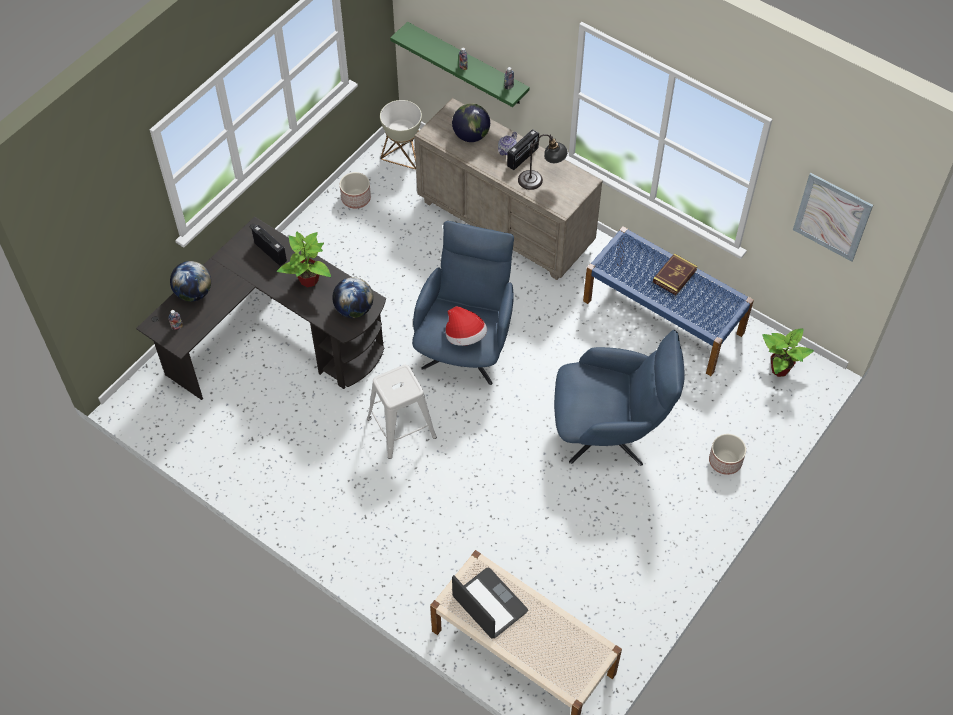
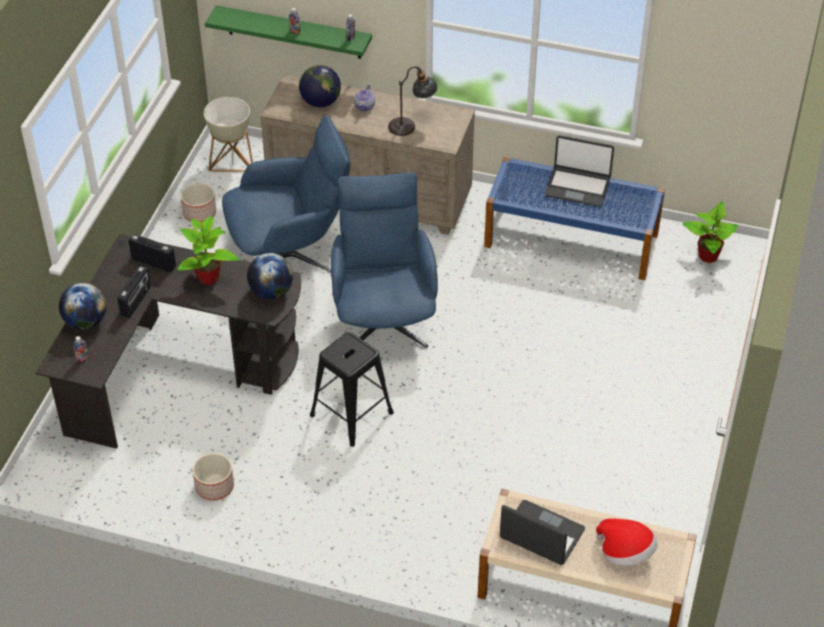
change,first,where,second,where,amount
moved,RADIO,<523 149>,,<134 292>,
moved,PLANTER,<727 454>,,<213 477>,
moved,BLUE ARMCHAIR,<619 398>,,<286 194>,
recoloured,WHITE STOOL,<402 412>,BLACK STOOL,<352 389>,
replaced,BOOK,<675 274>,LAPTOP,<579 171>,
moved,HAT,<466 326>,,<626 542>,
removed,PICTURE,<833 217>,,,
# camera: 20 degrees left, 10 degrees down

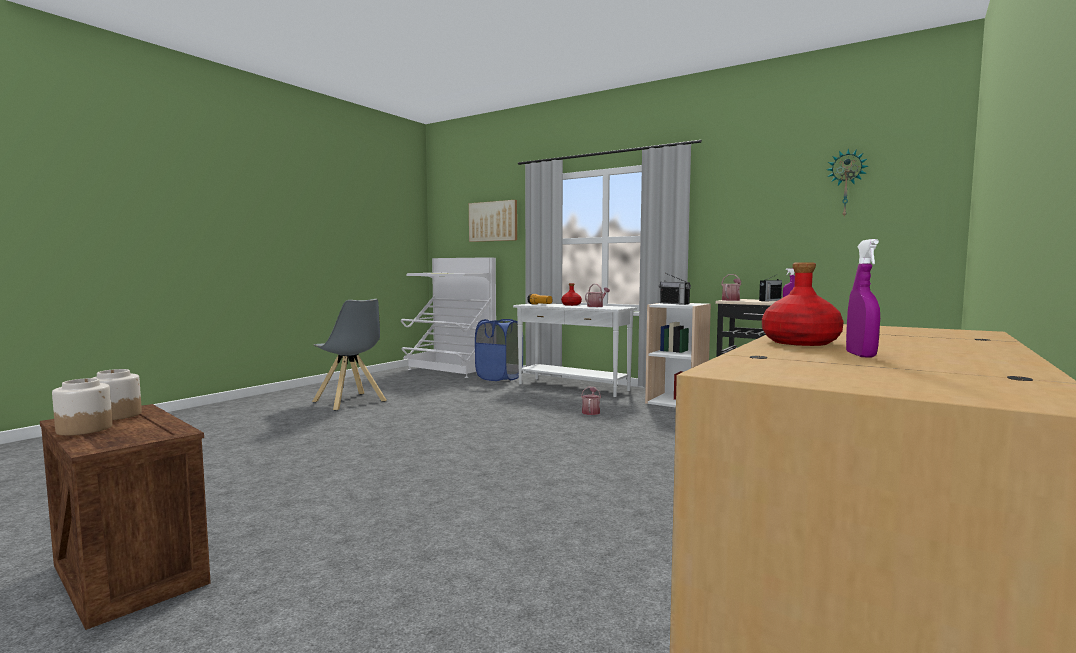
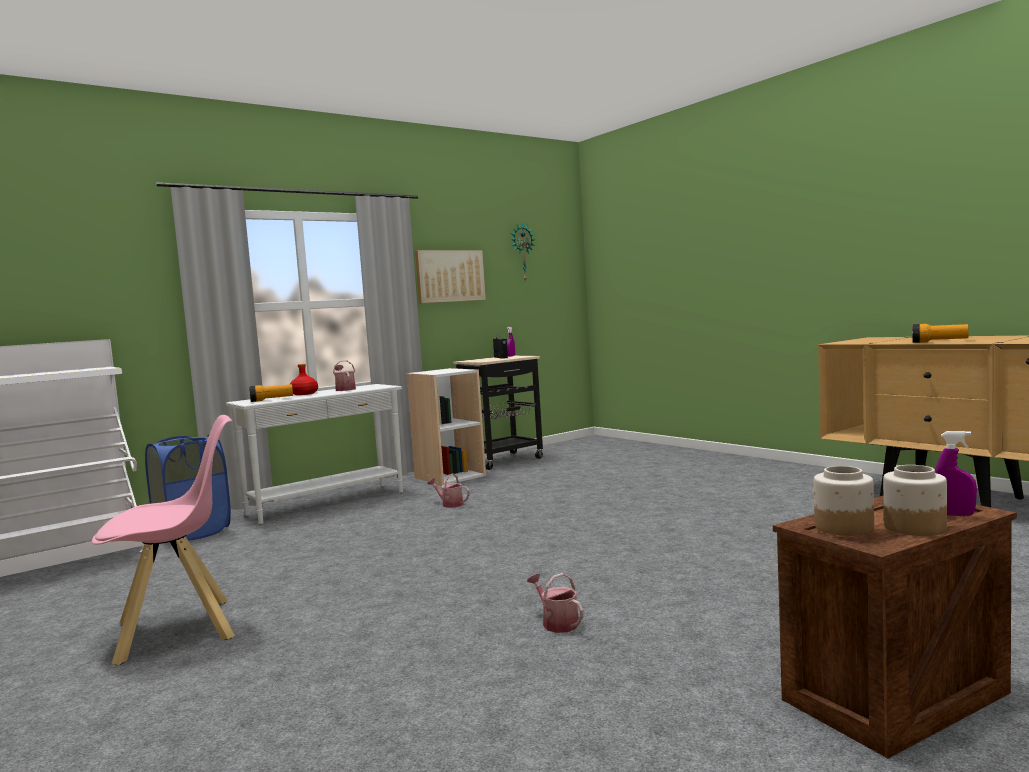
change,first,where,second,where,amount
recoloured,GREY CHAIR,<349 354>,PINK CHAIR,<163 540>,
moved,PICTURE,<493 221>,,<450 277>,
moved,WATERING CAN,<731 287>,,<555 603>,
replaced,RED BOTTLE,<803 304>,FLASHLIGHT,<940 333>,
moved,PURPLE SPRAY BOTTLE,<863 298>,,<956 473>,
removed,RADIO,<675 289>,,,
# camera: 70 degrees left, 0 degrees up

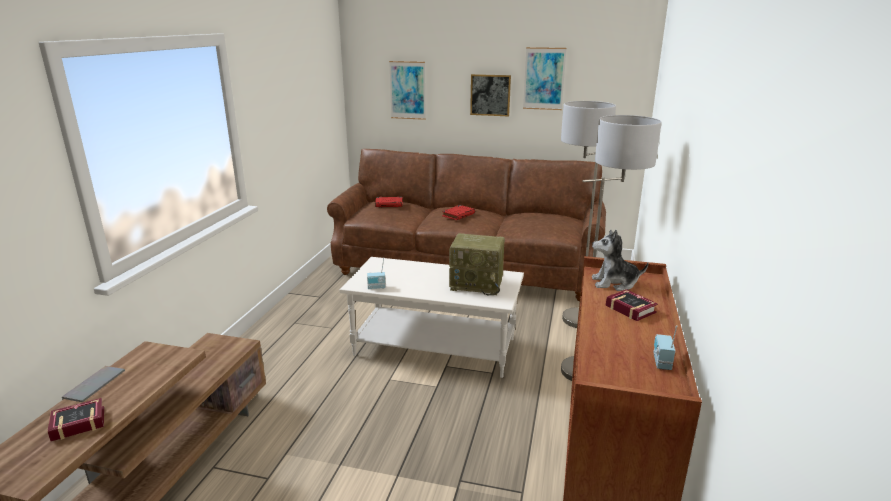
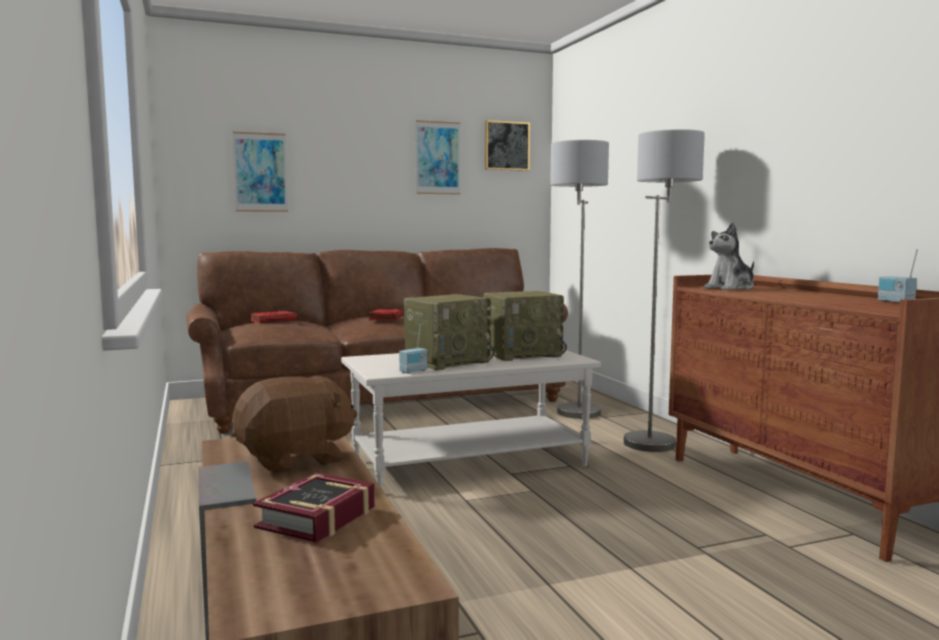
change,first,where,second,where,amount
added,,,BROWN PLUSH TOY,<295 425>,
added,,,RADIO,<449 332>,
moved,PICTURE,<490 95>,,<507 145>,
removed,BOOK,<632 305>,,,
# camera: 35 degrees left, 15 degrees down

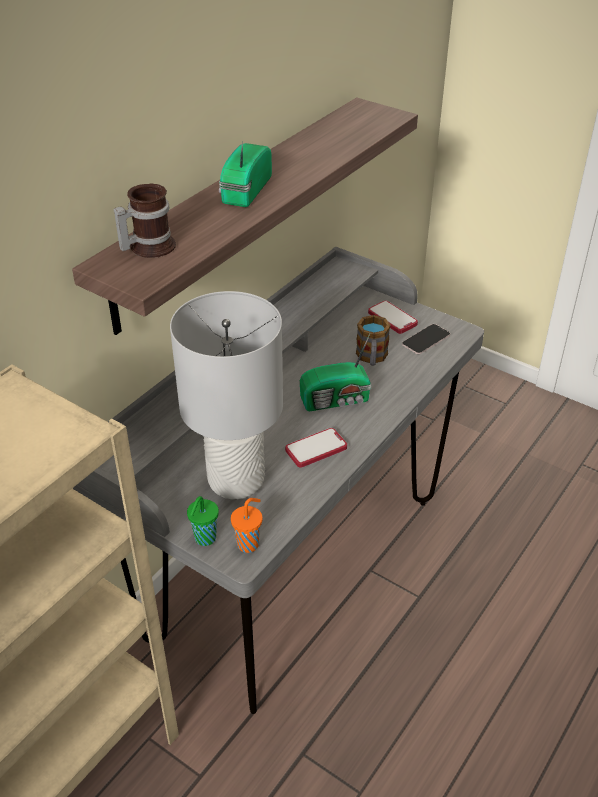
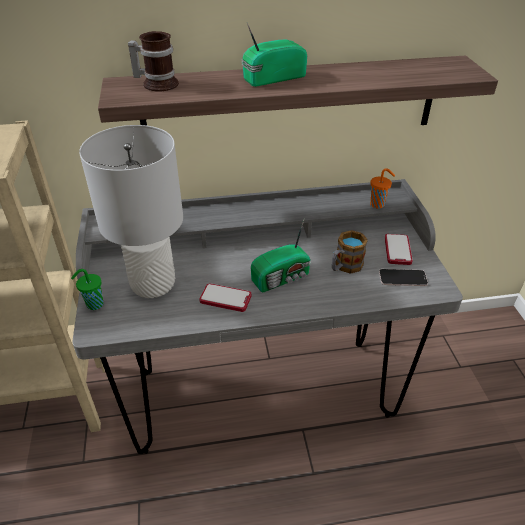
change,first,where,second,where,amount
turned,RADIO,<335 372>,,<281 254>,60 degrees counterclockwise
moved,ORANGE CUP,<246 525>,,<382 188>,
# camera: 45 degrees right, 0 degrees up

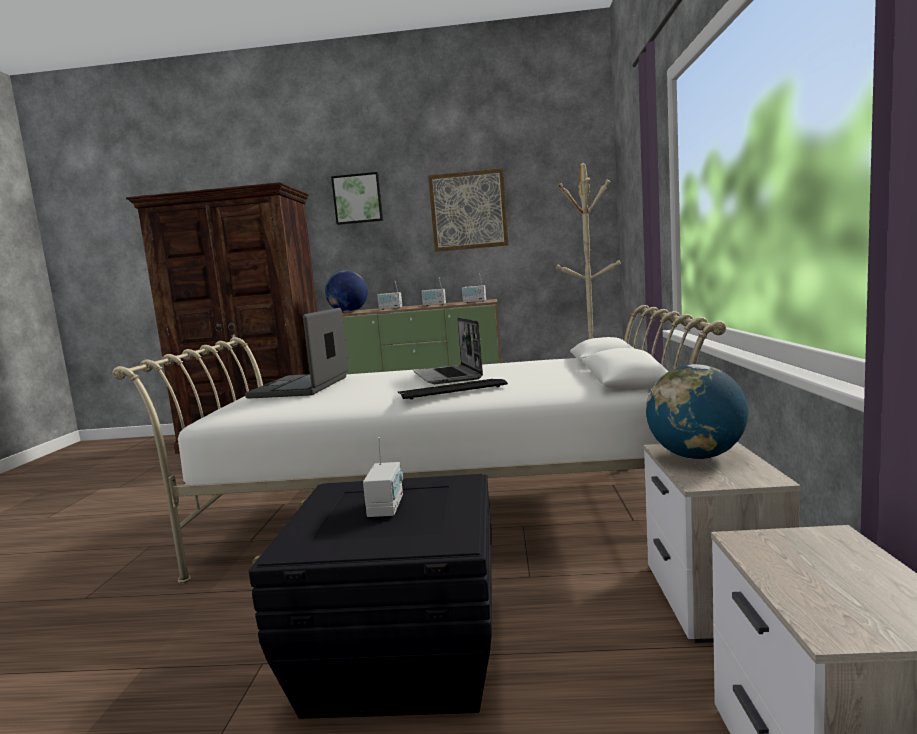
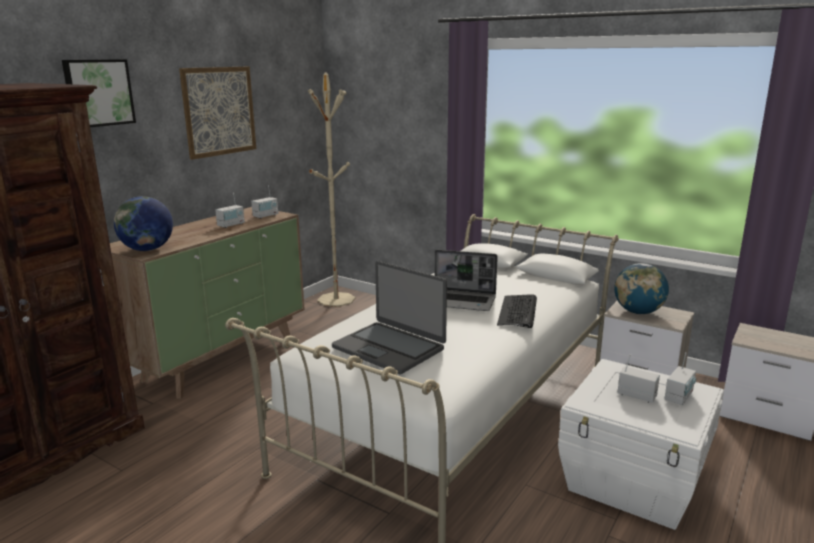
change,first,where,second,where,amount
recoloured,BLACK STORAGE BOX,<370 596>,WHITE STORAGE BOX,<641 444>,
moved,RADIO,<389 296>,,<680 378>,
# camera: 60 degrees left, 10 degrees up

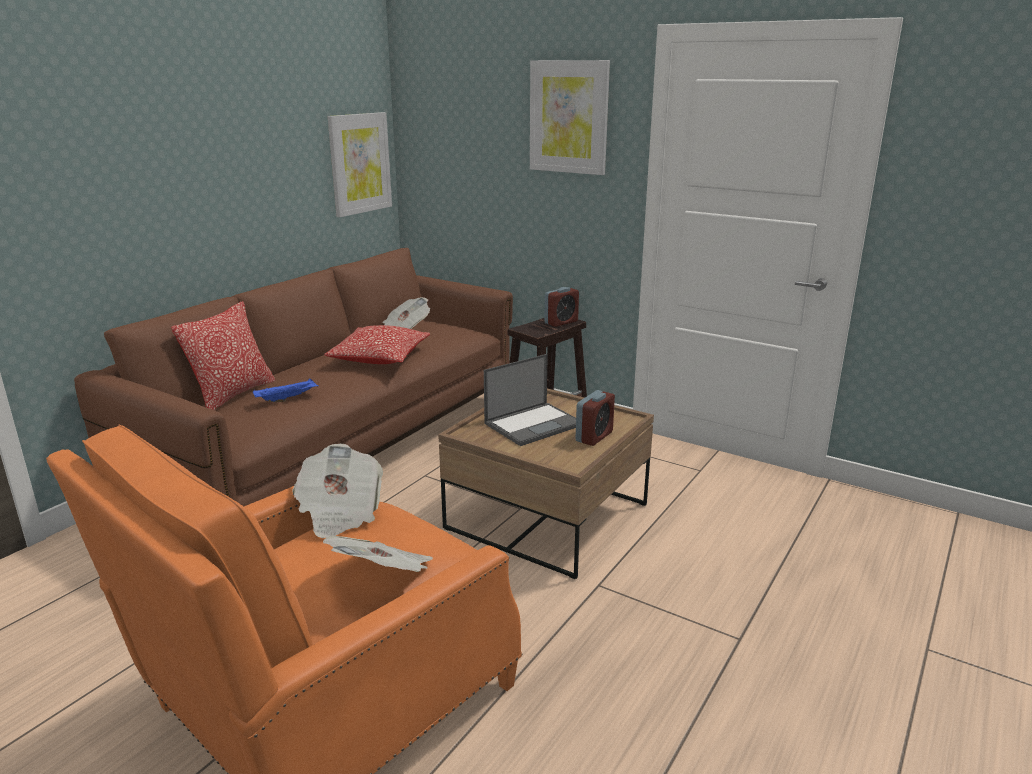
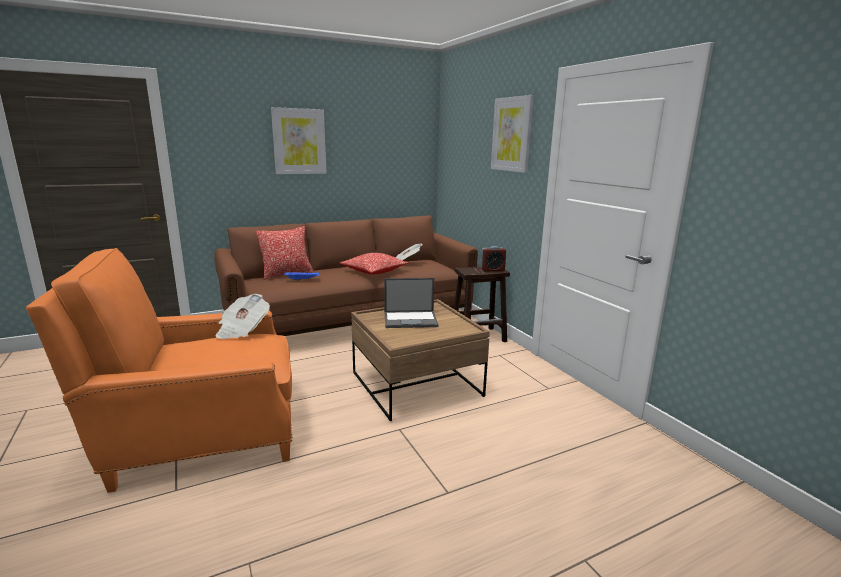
change,first,where,second,where,amount
moved,PICTURE,<360 164>,,<298 140>,
removed,NEWSPAPER,<378 554>,,,
removed,ALARM CLOCK,<595 418>,,,
# camera: 30 degrees right, 5 degrees down

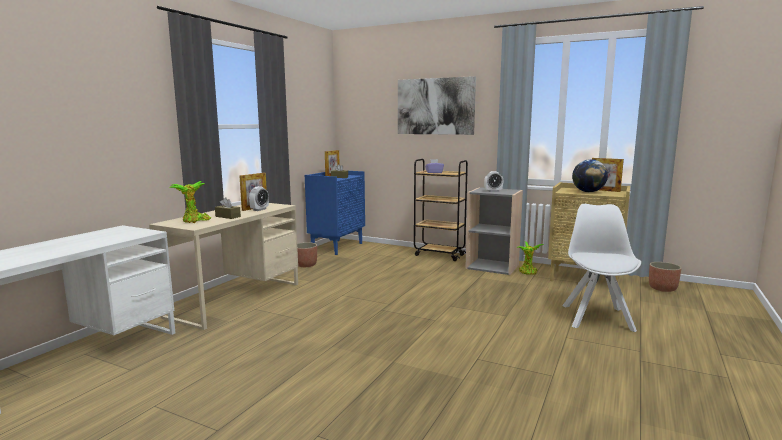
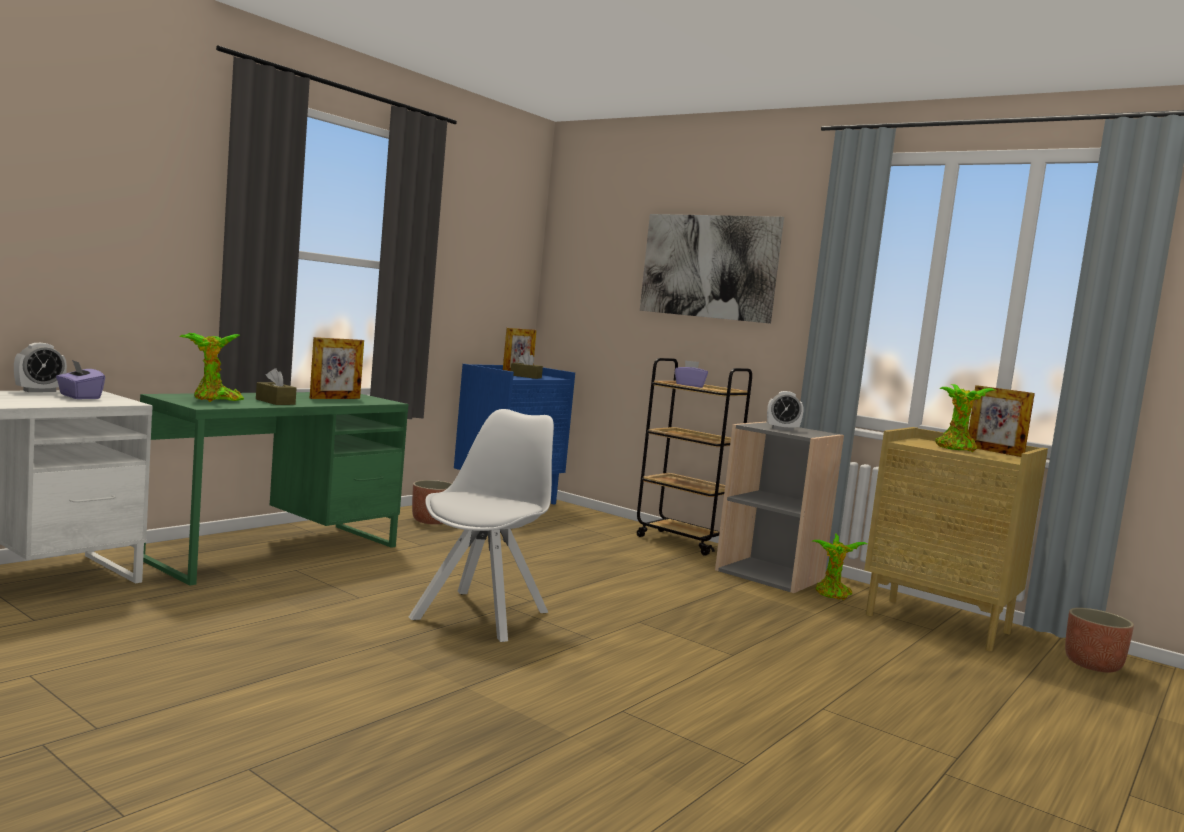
change,first,where,second,where,amount
moved,ALARM CLOCK,<259 198>,,<40 367>,
added,,,PURPLE TISSUE BOX,<80 379>,
recoloured,BEIGE DESK,<223 266>,GREEN DESK,<274 489>,
moved,WHITE CHAIR,<601 268>,,<481 525>,
replaced,GLOBE,<590 175>,POTTED PLANT,<965 418>,
# camera: 10 degrees right, 5 degrees down

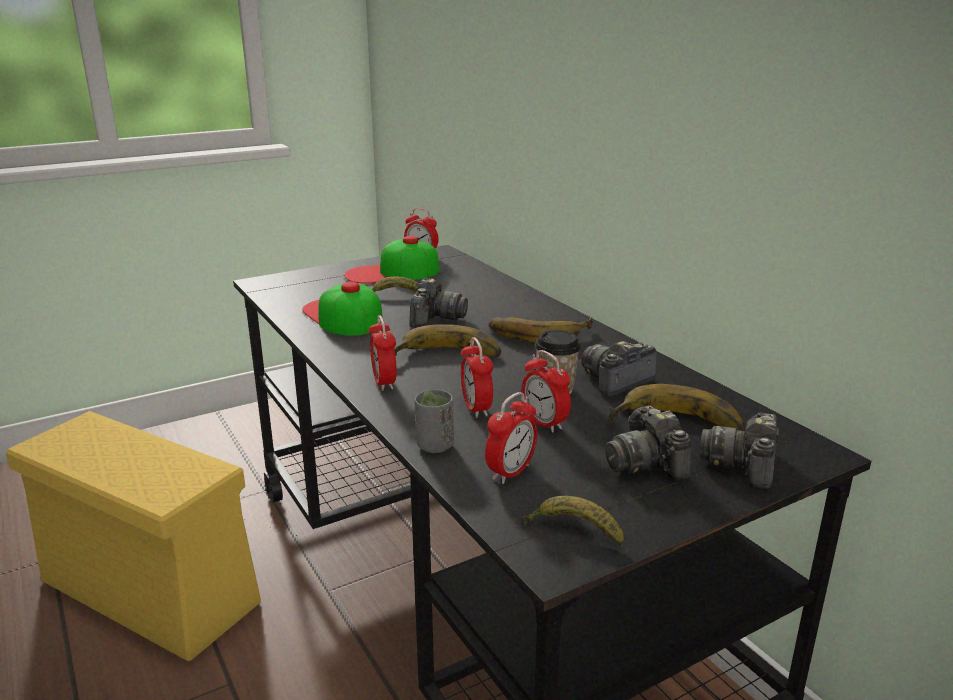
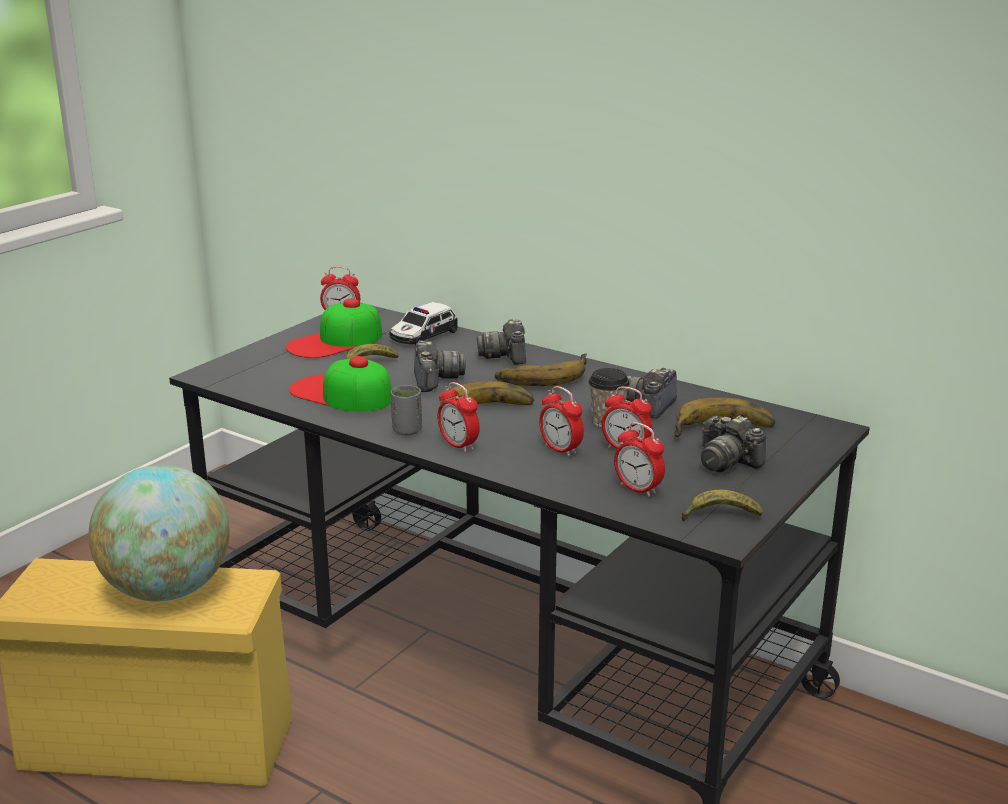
change,first,where,second,where,amount
added,,,GLOBE,<159 533>,
added,,,TOY CAR,<423 323>,
moved,GREY CUP,<434 421>,,<406 410>,
moved,PHOTO CAMERA,<739 450>,,<501 342>,
turned,ALARM CLOCK,<511 438>,,<639 459>,120 degrees clockwise
# camera: 25 degrees left, 0 degrees up

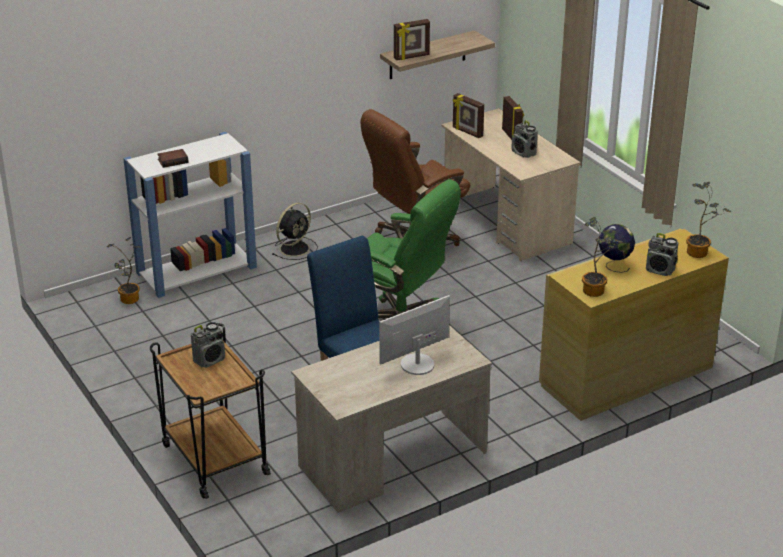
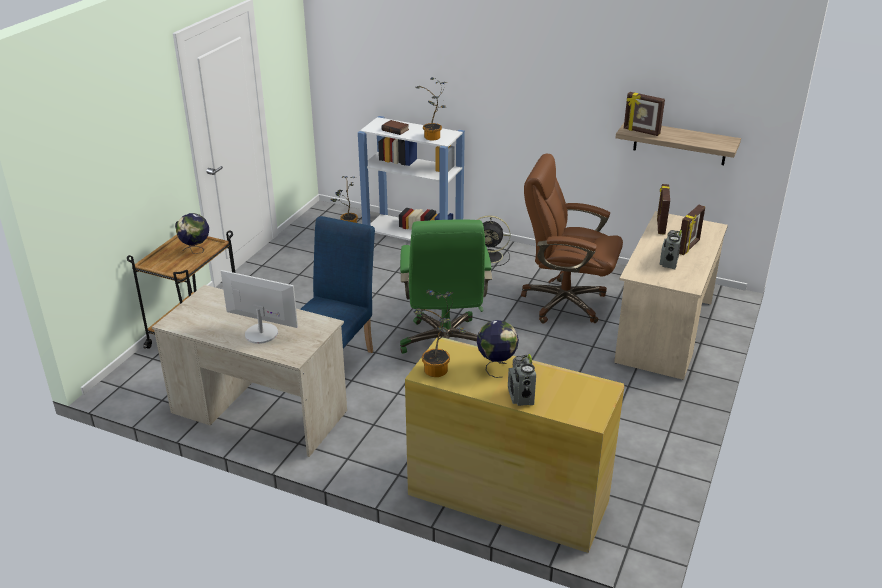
change,first,where,second,where,amount
replaced,RADIO,<208 345>,GLOBE,<192 233>,
moved,POTTED PLANT,<708 220>,,<430 109>,
# camera: 55 degrees right, 0 degrees up

